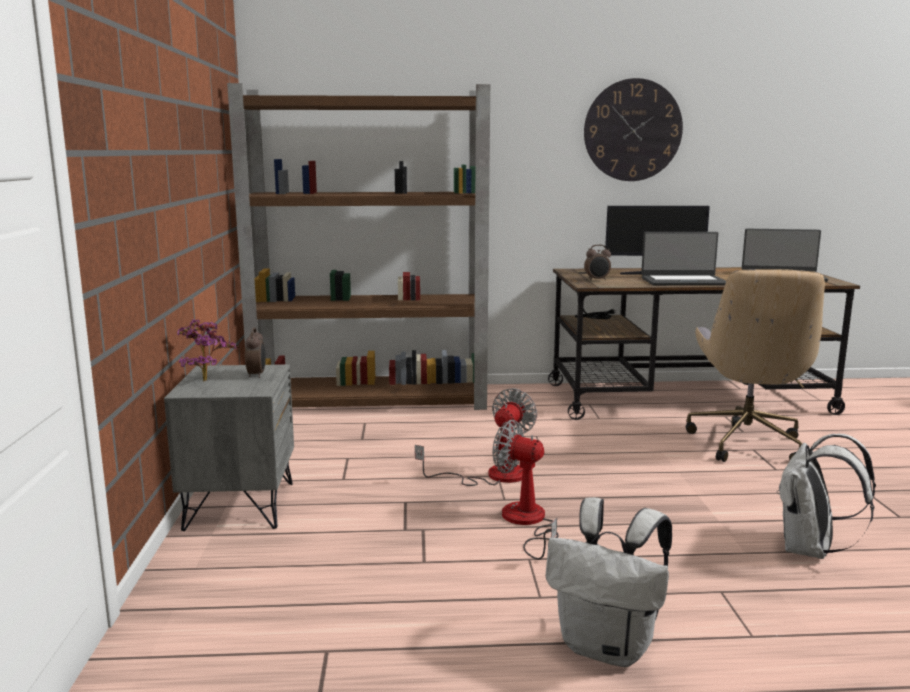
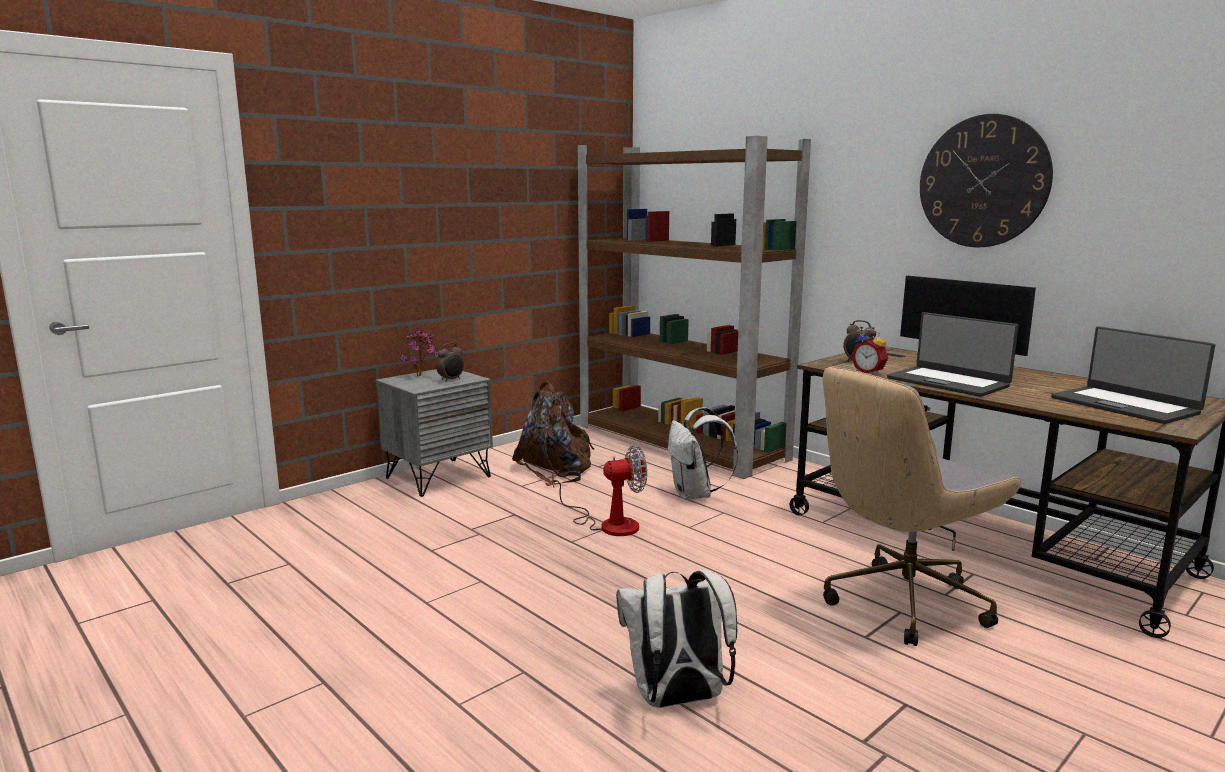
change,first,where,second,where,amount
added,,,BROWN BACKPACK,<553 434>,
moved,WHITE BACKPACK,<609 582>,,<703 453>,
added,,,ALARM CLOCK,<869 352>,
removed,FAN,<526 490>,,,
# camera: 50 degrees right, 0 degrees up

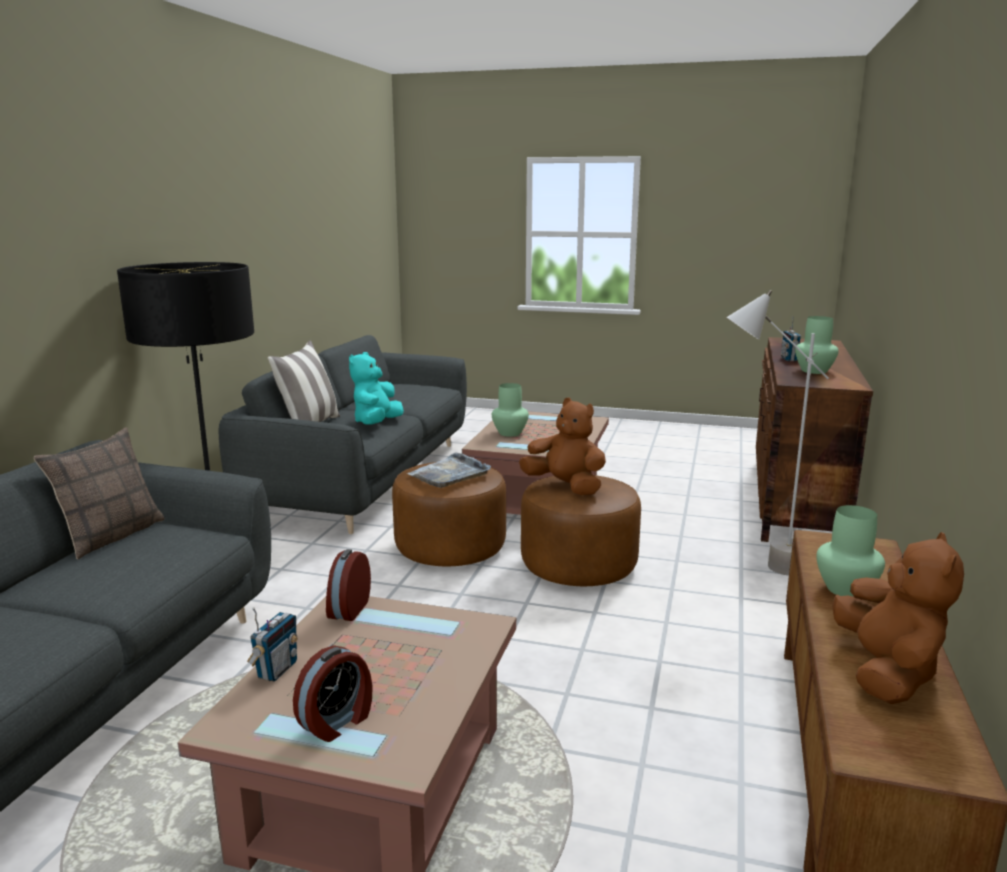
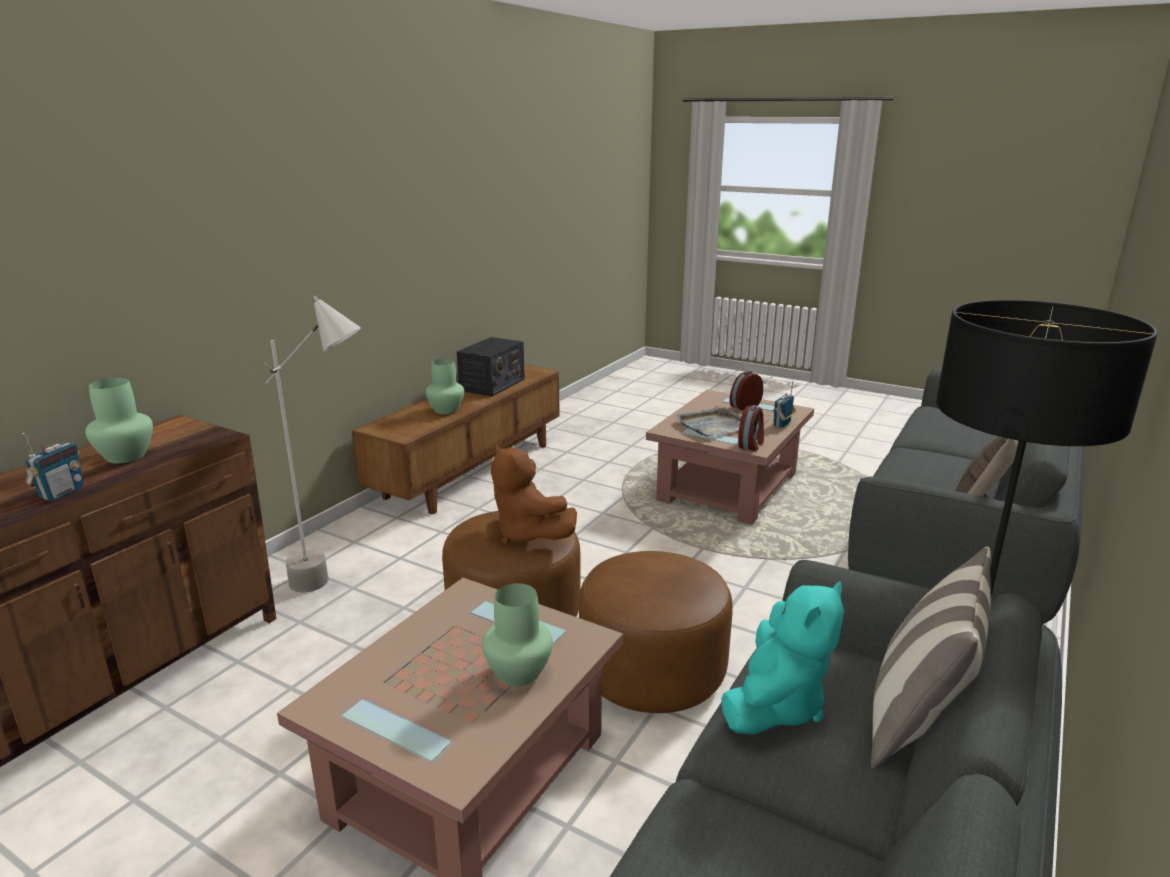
change,first,where,second,where,amount
replaced,BROWN PLUSH TOY,<898 618>,RADIO,<490 367>,
moved,GREY TRAY,<449 470>,,<708 422>,
# camera: 165 degrees left, 5 degrees up

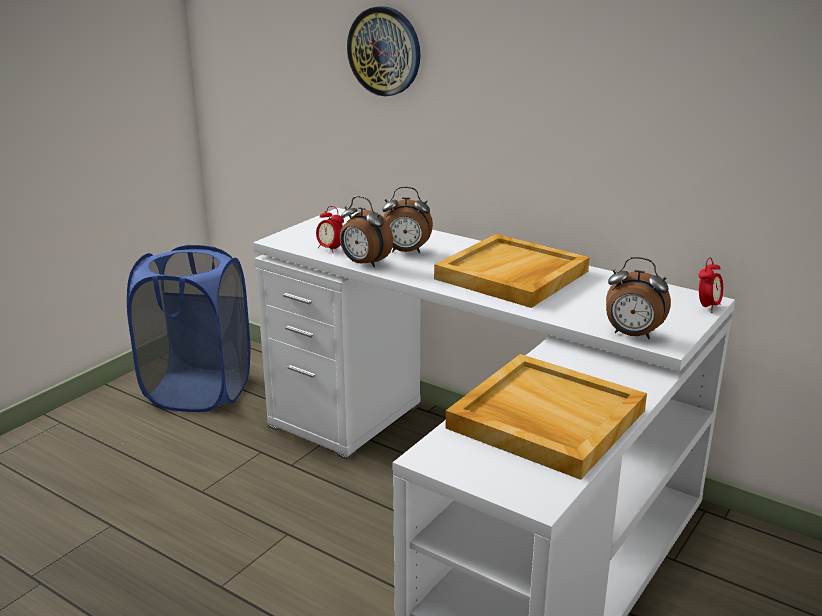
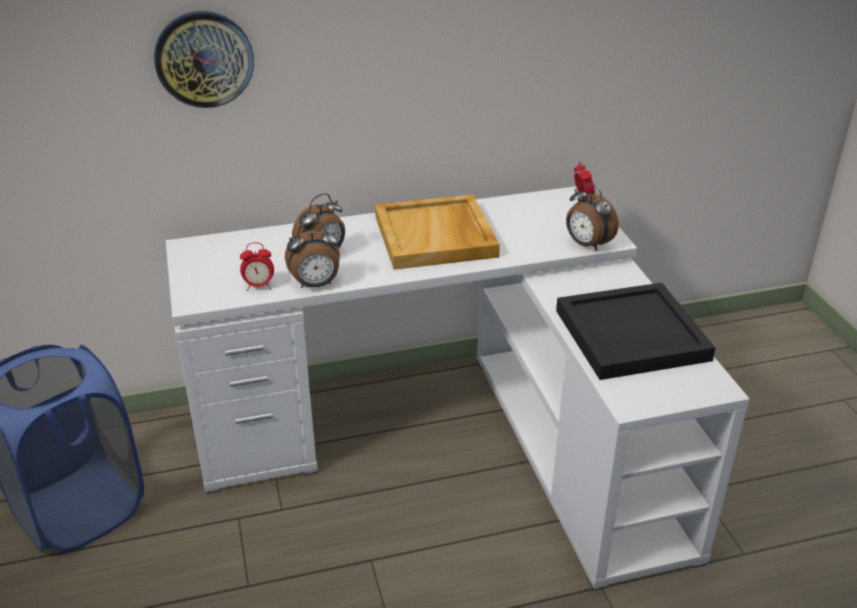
change,first,where,second,where,amount
recoloured,BEIGE TRAY,<546 417>,BLACK TRAY,<635 331>,
turned,ALARM CLOCK,<638 298>,,<592 216>,75 degrees clockwise
# camera: 50 degrees left, 10 degrees up

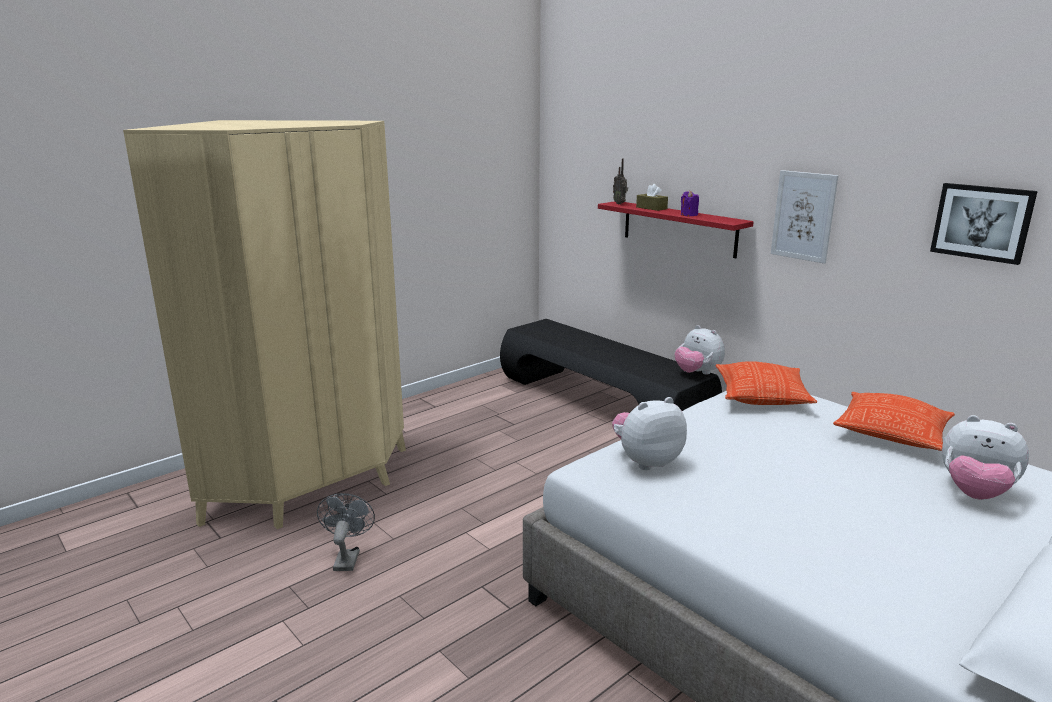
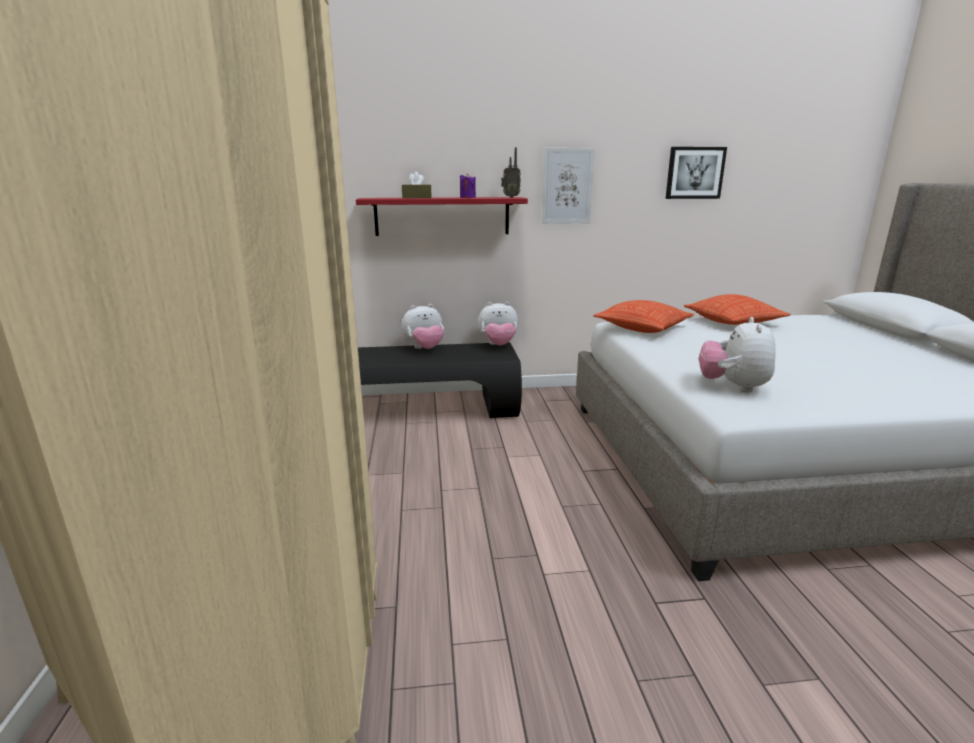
change,first,where,second,where,amount
moved,PLUSH TOY,<985 457>,,<423 326>,
moved,RADIO,<620 181>,,<511 172>,
removed,GREY FAN,<346 532>,,,
# camera: 55 degrees left, 0 degrees up

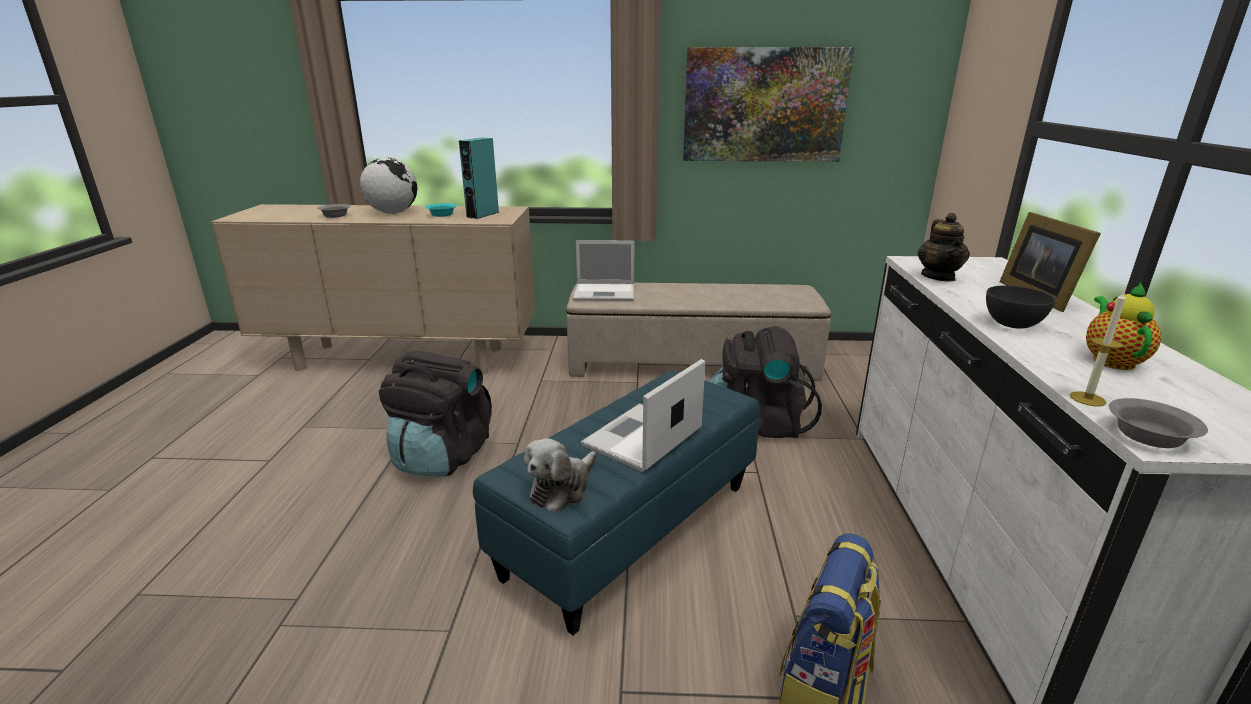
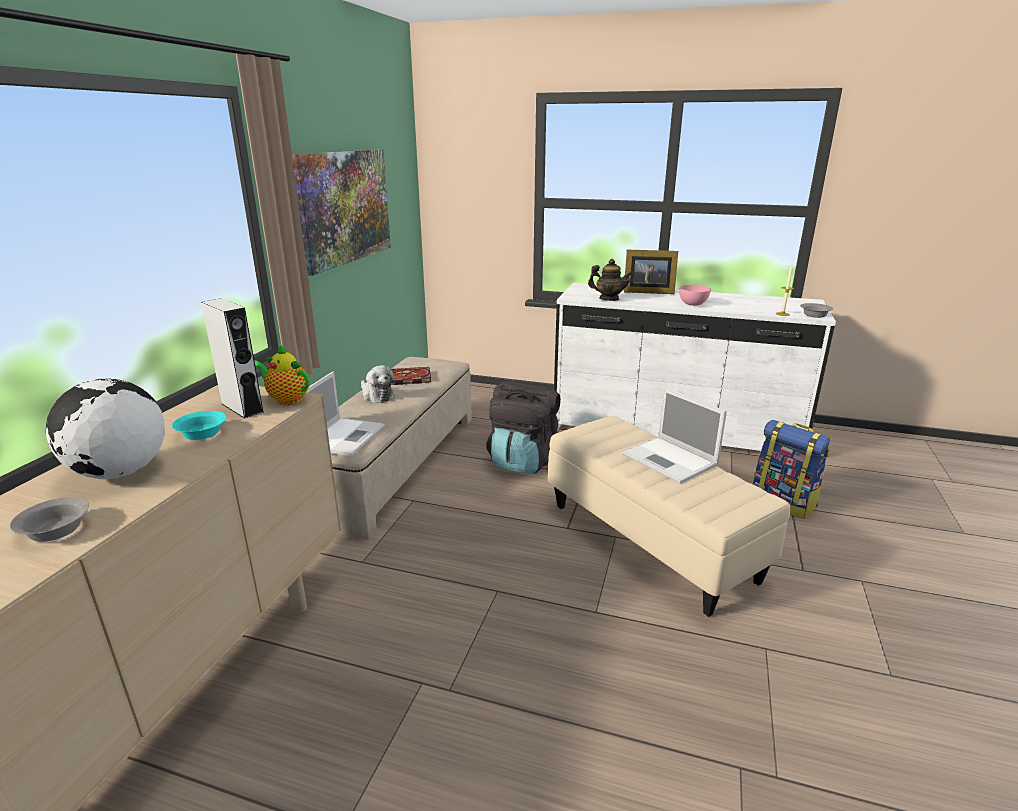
change,first,where,second,where,amount
recoloured,TURQUOISE SPEAKER,<479 178>,GREY SPEAKER,<232 358>,
moved,TEAPOT,<1123 326>,,<281 374>,
moved,PLUSH TOY,<560 475>,,<378 384>,
added,,,BOOK,<411 376>,
recoloured,BLUE OTTOMAN,<616 502>,BEIGE OTTOMAN,<669 516>,
recoloured,GREY BOWL,<1021 307>,PINK BOWL,<695 295>,
removed,BLACK BACKPACK,<435 414>,,,
# camera: 75 degrees left, 0 degrees up

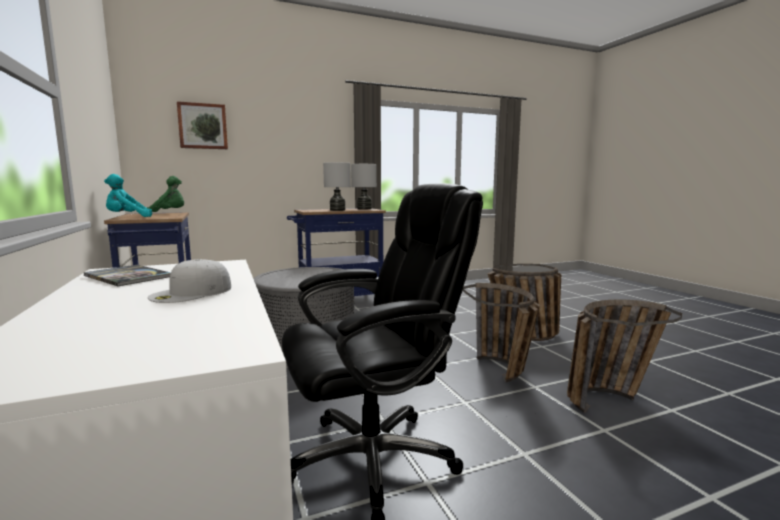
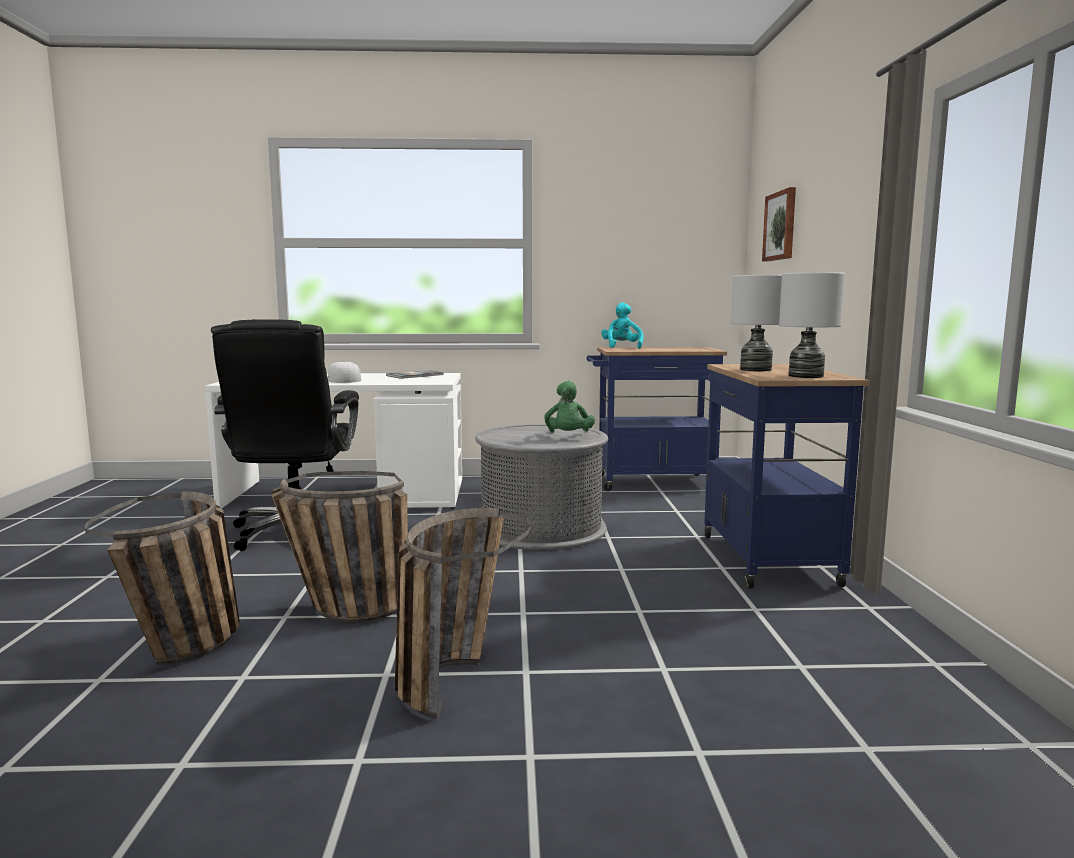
change,first,where,second,where,amount
moved,GREEN PLUSH TOY,<165 194>,,<570 407>,
# camera: 110 degrees right, 0 degrees up

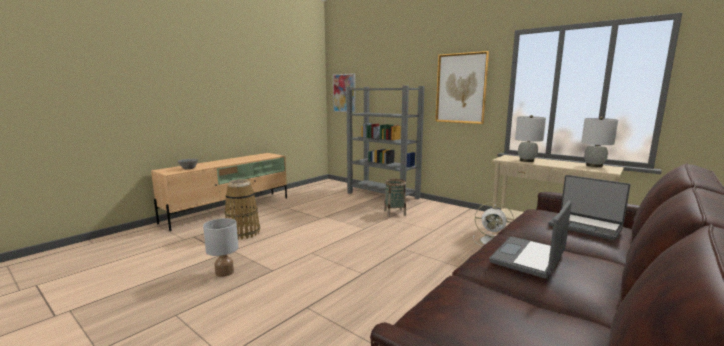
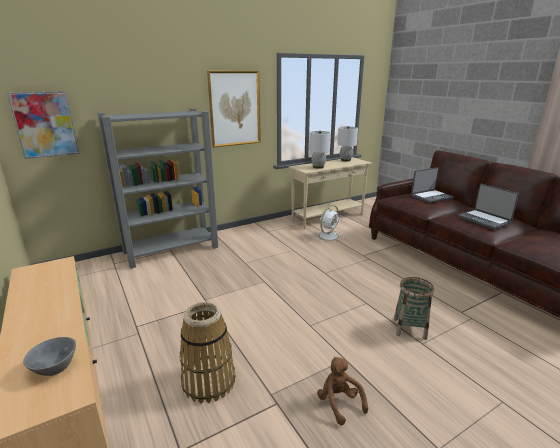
change,first,where,second,where,amount
replaced,GREY TABLE LAMP,<220 247>,BROWN PLUSH TOY,<342 391>,
moved,BASKET,<395 198>,,<414 308>,
# camera: 70 degrees left, 10 degrees up

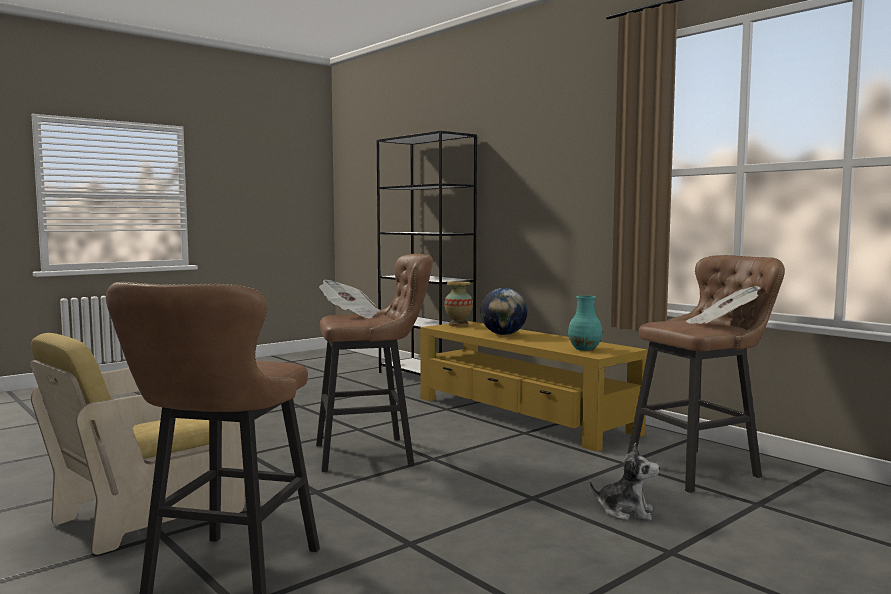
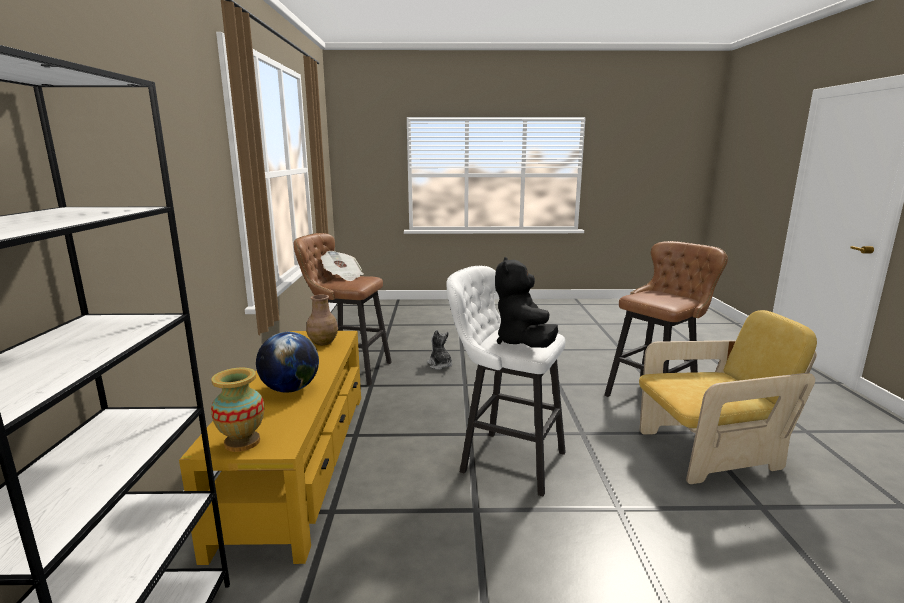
change,first,where,second,where,amount
recoloured,TURQUOISE VASE,<585 323>,BROWN VASE,<322 320>,
recoloured,BROWN STOOL,<374 362>,WHITE STOOL,<506 381>,
replaced,NEWSPAPER,<349 299>,BLACK PLUSH TOY,<526 302>,
# camera: 140 degrees left, 10 degrees up

